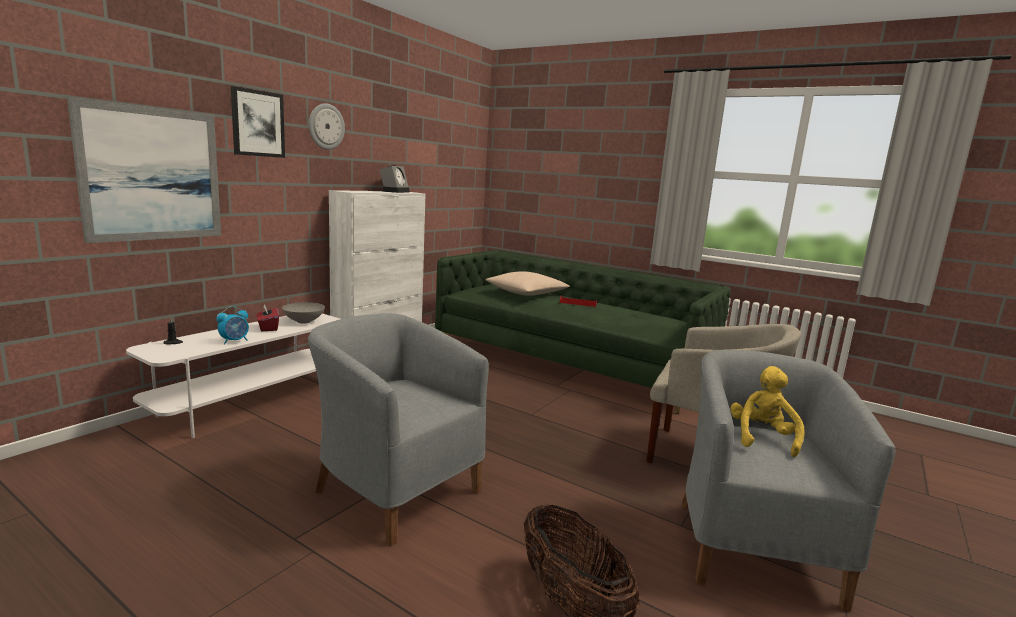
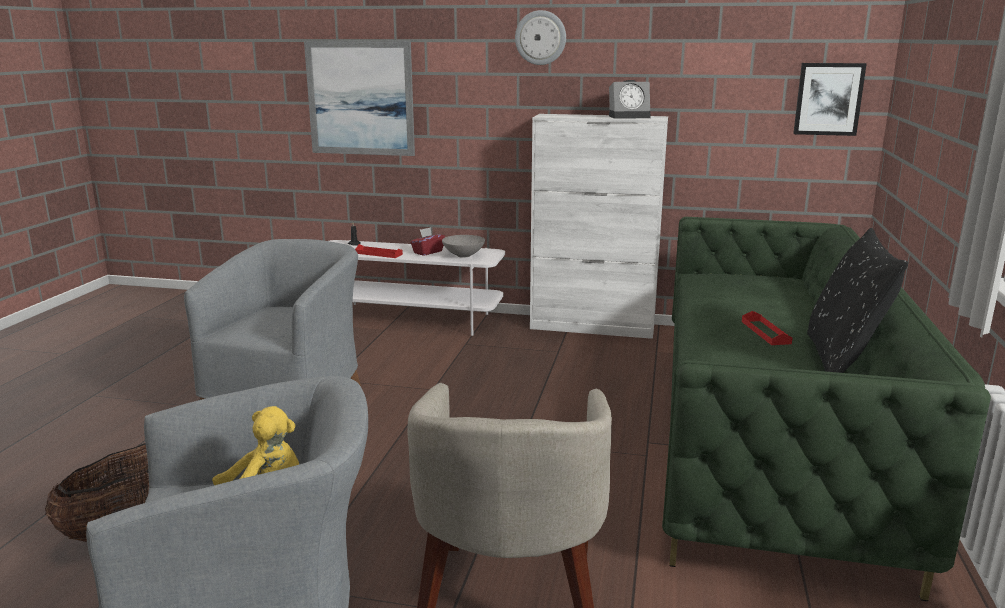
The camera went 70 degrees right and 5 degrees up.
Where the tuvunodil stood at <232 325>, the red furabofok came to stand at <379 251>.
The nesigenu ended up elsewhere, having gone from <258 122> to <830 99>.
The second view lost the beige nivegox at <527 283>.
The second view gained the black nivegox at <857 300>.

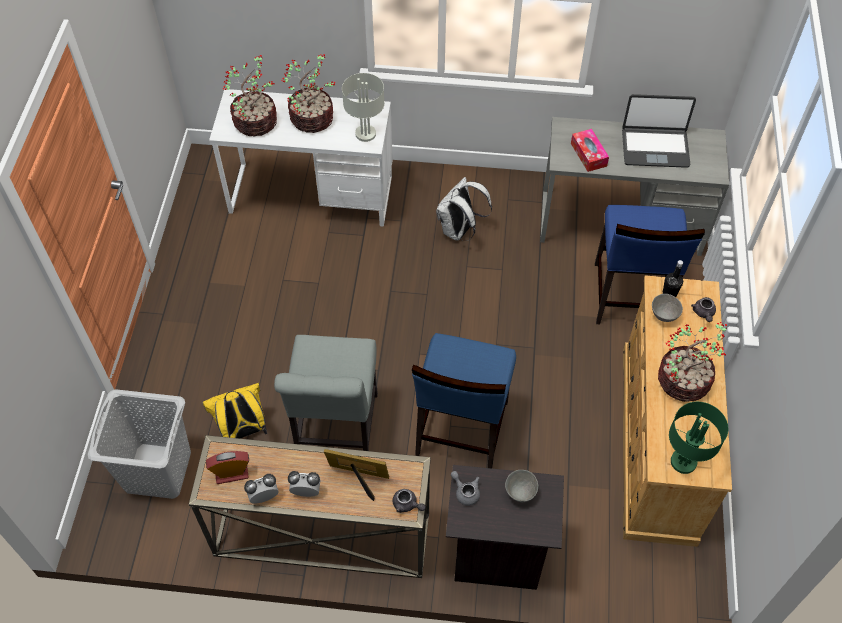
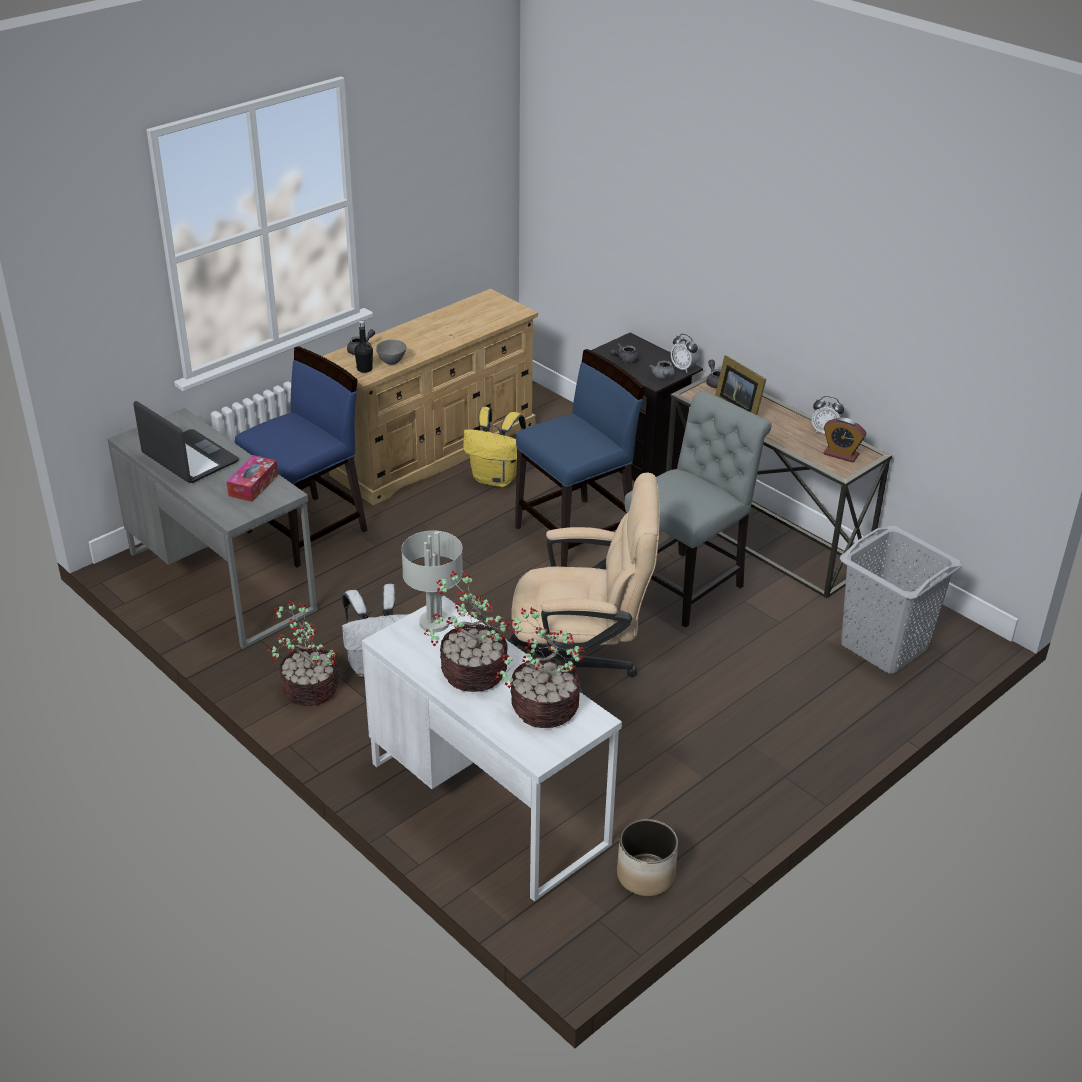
The camera went 140 degrees left and 20 degrees down.
The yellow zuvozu ended up elsewhere, having gone from <234 410> to <494 447>.
The tuvunodil ended up elsewhere, having gone from <304 484> to <685 353>.
Where the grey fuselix stood at <521 486>, the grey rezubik came to stand at <624 353>.
The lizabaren ended up elsewhere, having gone from <692 362> to <303 653>.
The second view lost the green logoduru at <698 438>.
The second view gained the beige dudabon at <584 583>.
The second view gained the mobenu at <647 857>.

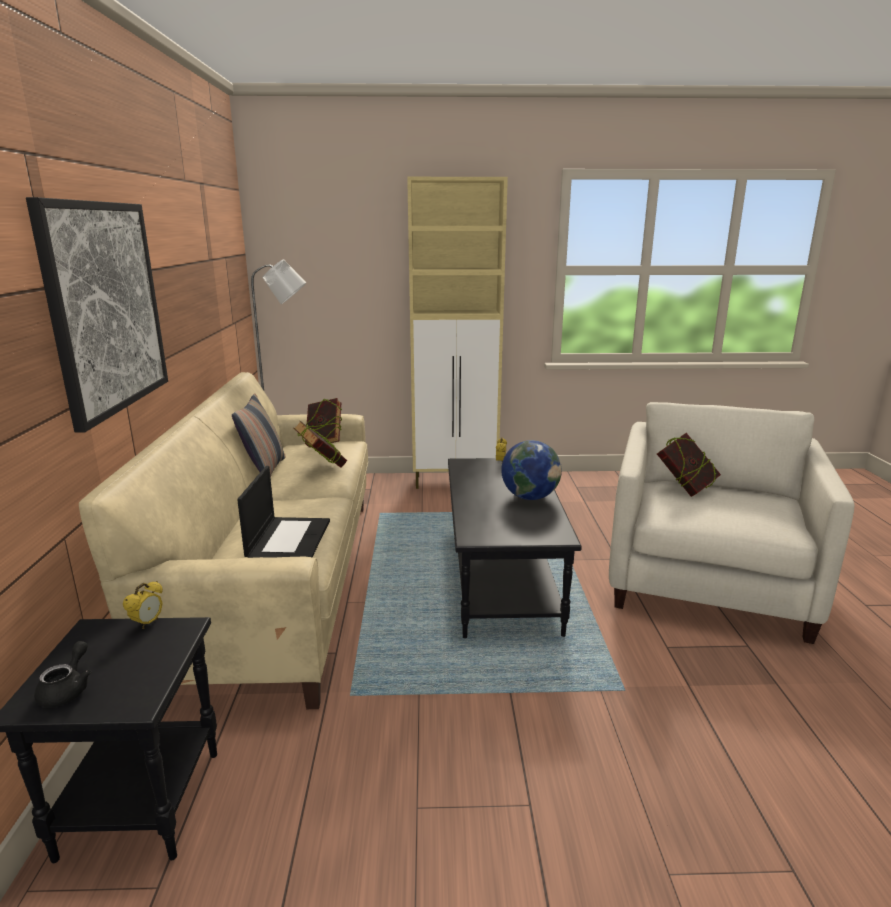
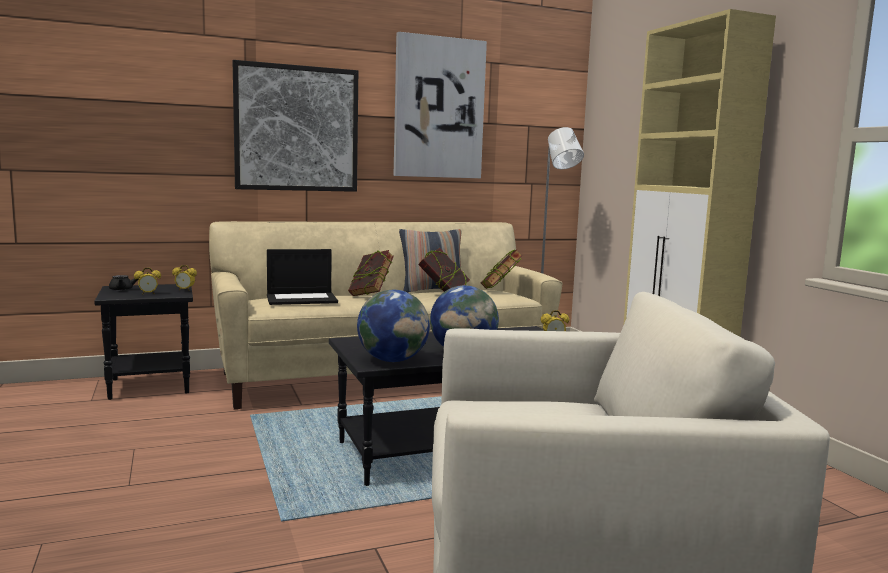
The camera went 70 degrees right and 10 degrees down.
The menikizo ended up elsewhere, having gone from <689 465> to <371 273>.
The second view gained the tuvunodil at <147 281>.
The second view gained the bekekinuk at <393 326>.
The second view gained the nesigenu at <440 105>.

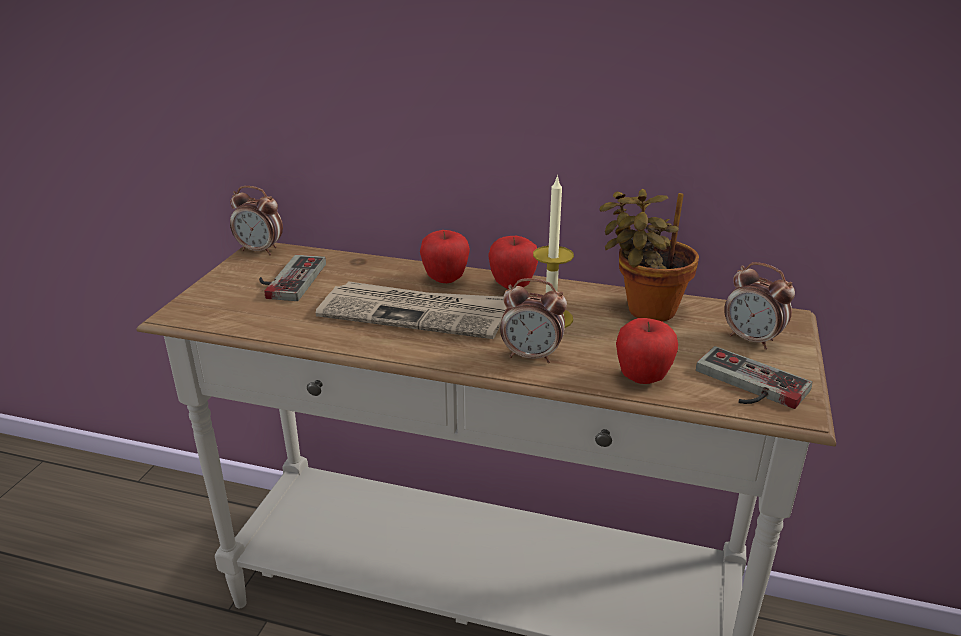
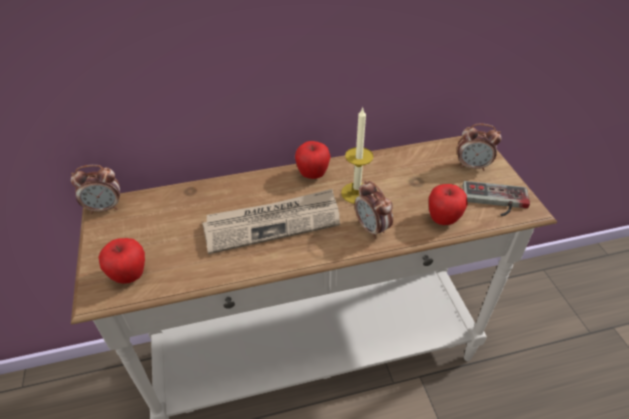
The camera went 30 degrees left and 15 degrees up.
The second view lost the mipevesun at <292 278>.
The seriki ended up elsewhere, having gone from <445 256> to <121 261>.
The tuvunodil at <533 320> ended up facing another way, 75 degrees clockwise from before.
The second view lost the lizabaren at <649 255>.

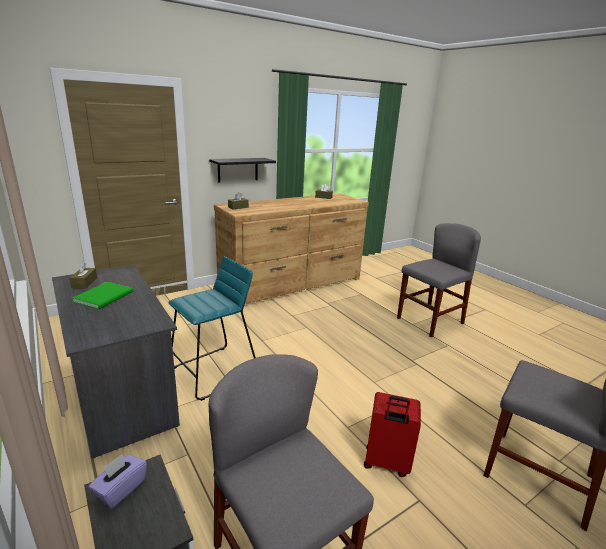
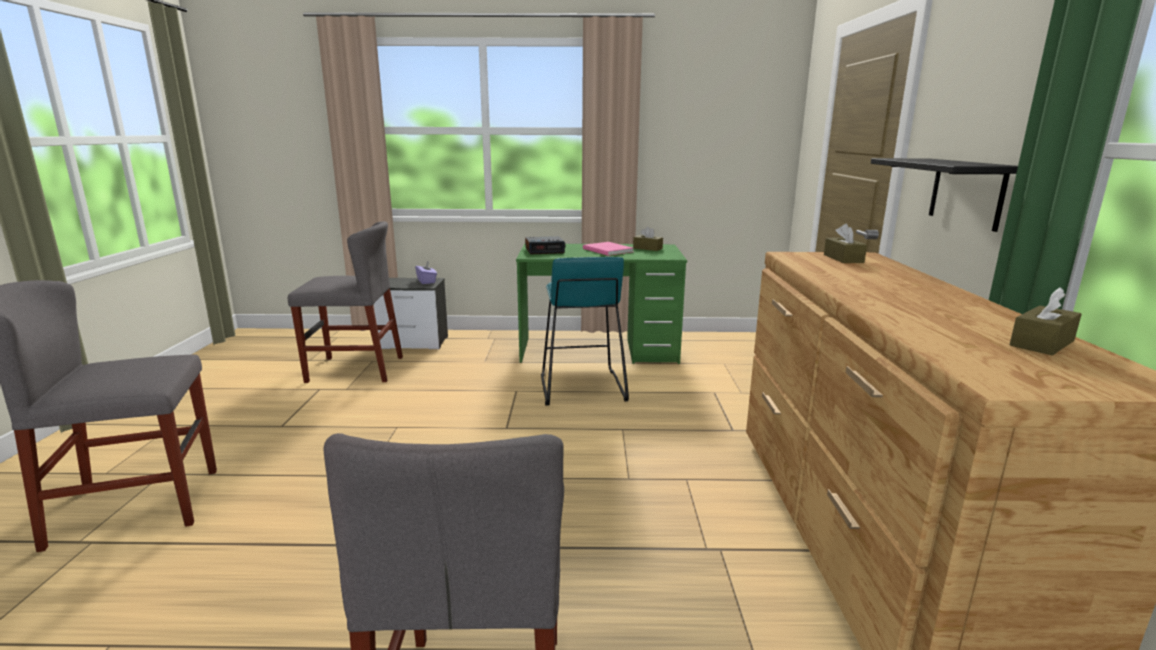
The camera went 125 degrees right and 5 degrees down.
What was the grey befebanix at <116 362> turned into the green befebanix at <601 304>.
What was the green menikizo at <102 295> turned into the pink menikizo at <608 249>.
The second view lost the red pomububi at <392 434>.
The second view gained the tuvunodil at <545 245>.

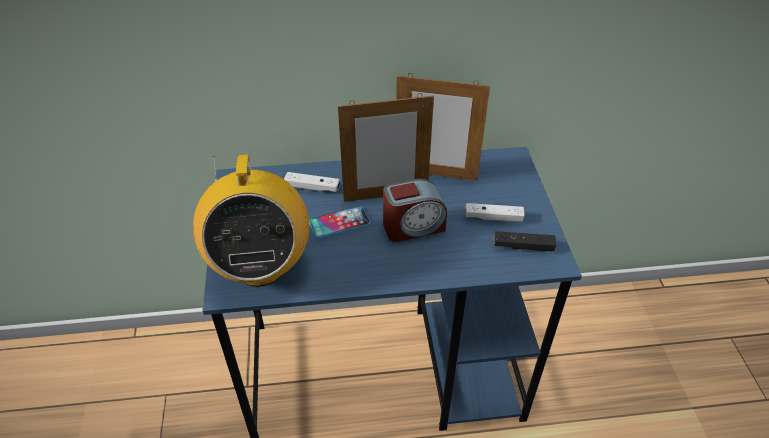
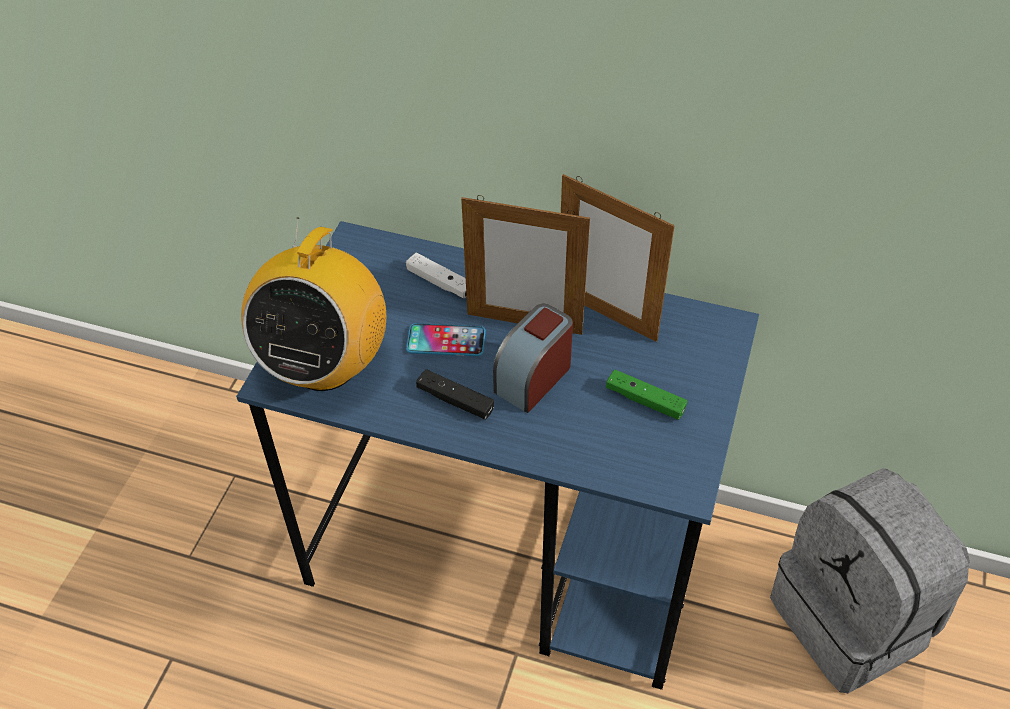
The camera went 25 degrees right and 5 degrees up.
The tuvunodil at <415 210> ended up facing another way, 120 degrees clockwise from before.
What was the white mipevesun at <495 212> turned into the green mipevesun at <646 395>.
The black mipevesun ended up elsewhere, having gone from <525 241> to <455 394>.
The second view gained the grey zuvozu at <870 580>.

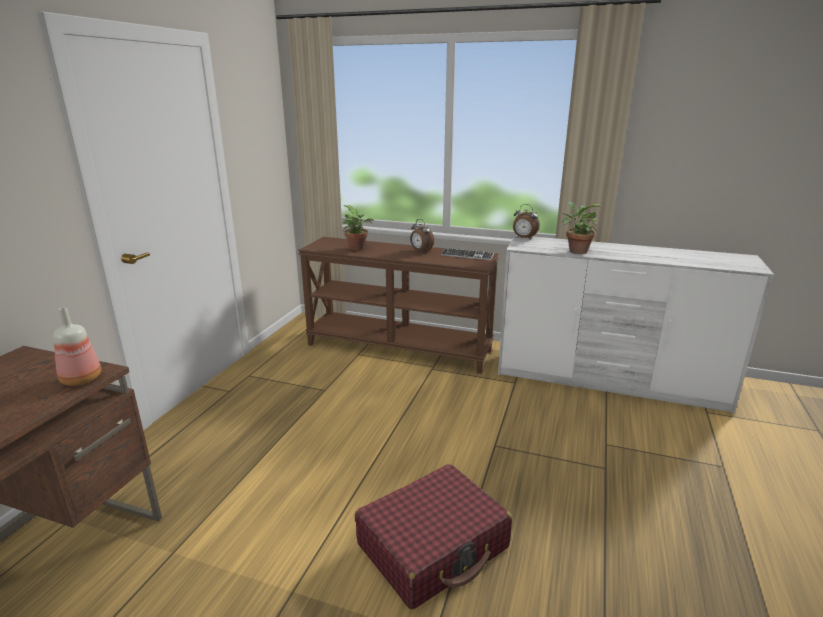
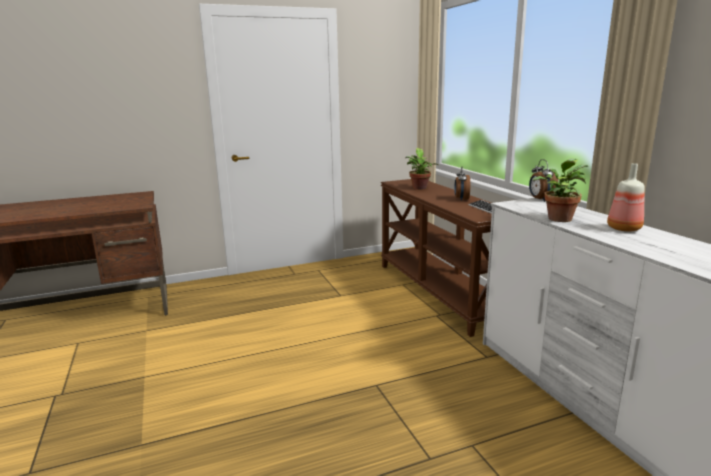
The camera went 50 degrees right and 5 degrees down.
The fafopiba ended up elsewhere, having gone from <77 346> to <626 197>.
The second view lost the red pomububi at <433 537>.

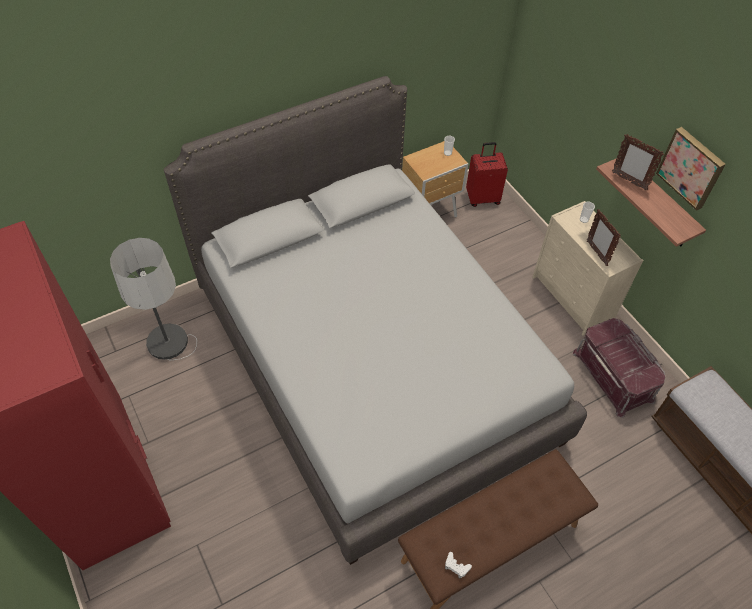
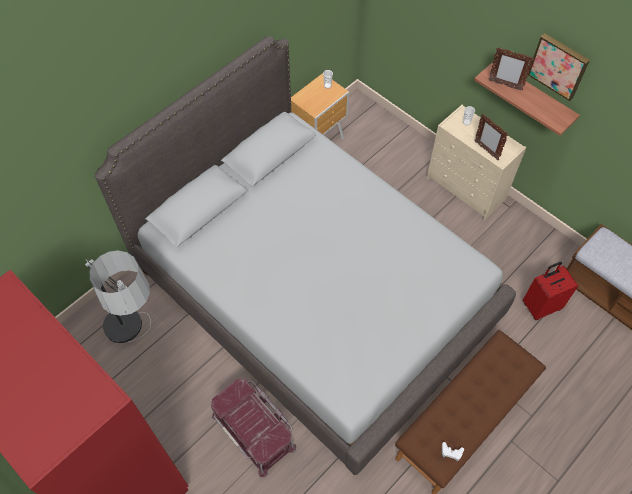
The camera went 15 degrees left and 5 degrees up.
The red pomububi ended up elsewhere, having gone from <487 174> to <550 291>.
The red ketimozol ended up elsewhere, having gone from <619 368> to <253 428>.

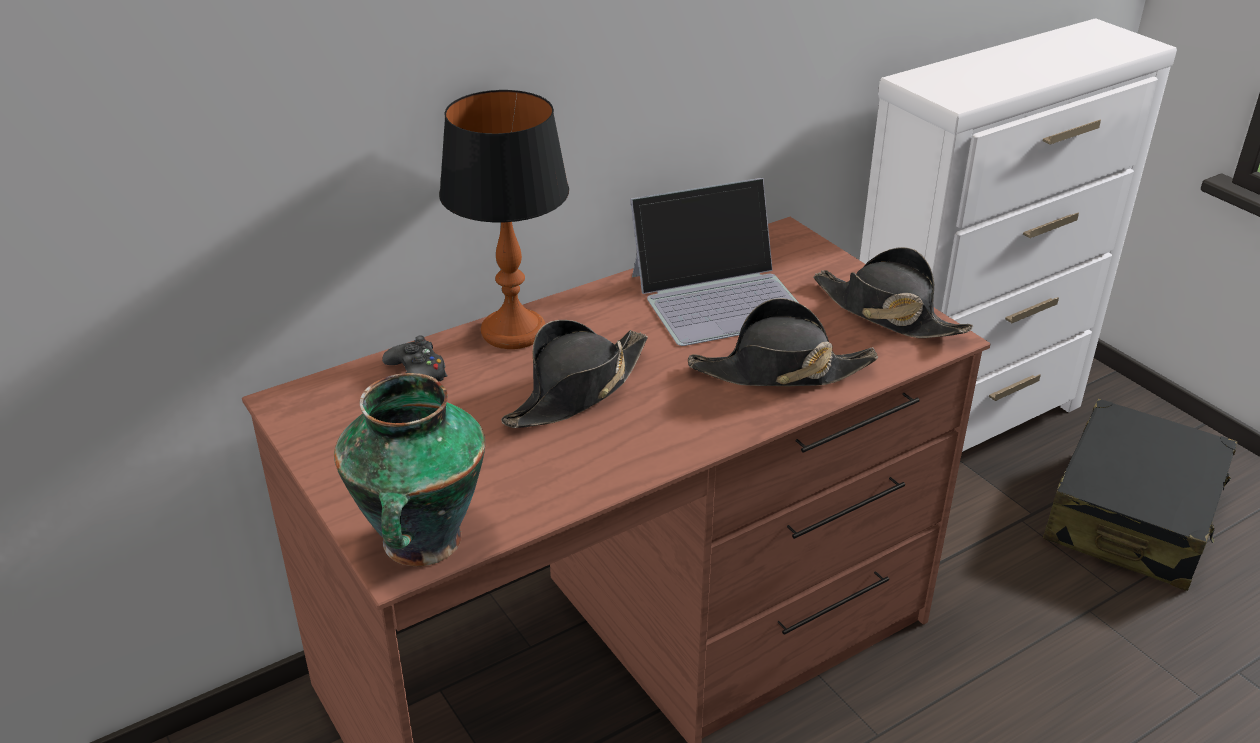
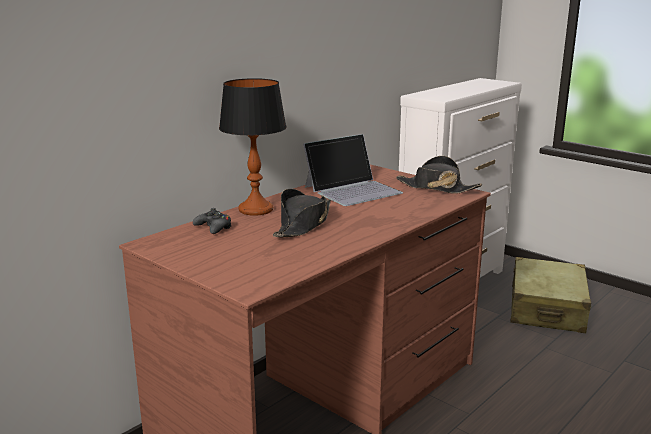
The camera went 15 degrees left and 15 degrees down.
The second view lost the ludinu at <409 469>.
The second view lost the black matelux at <783 342>.
What was the black pomububi at <1140 495> turned into the beige pomububi at <550 295>.

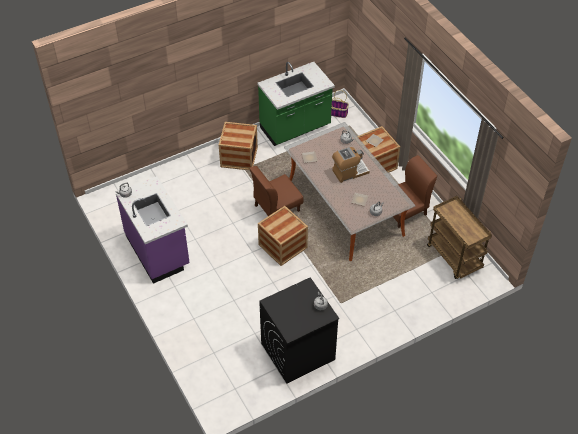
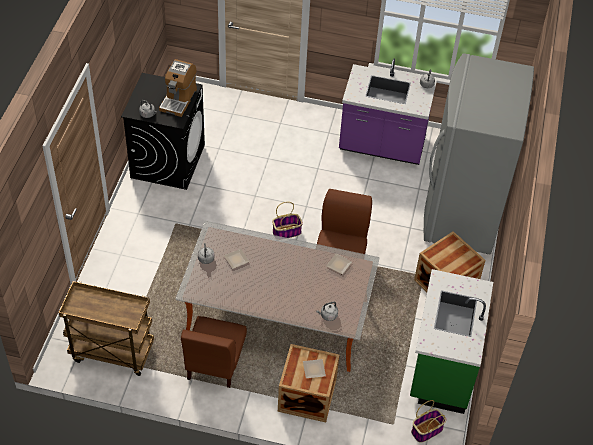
The camera went 130 degrees right and 0 degrees up.
Where the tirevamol stood at <283 236>, the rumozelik came to stand at <287 220>.
The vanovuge ended up elsewhere, having gone from <351 165> to <178 88>.
The second view gained the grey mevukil at <479 153>.

